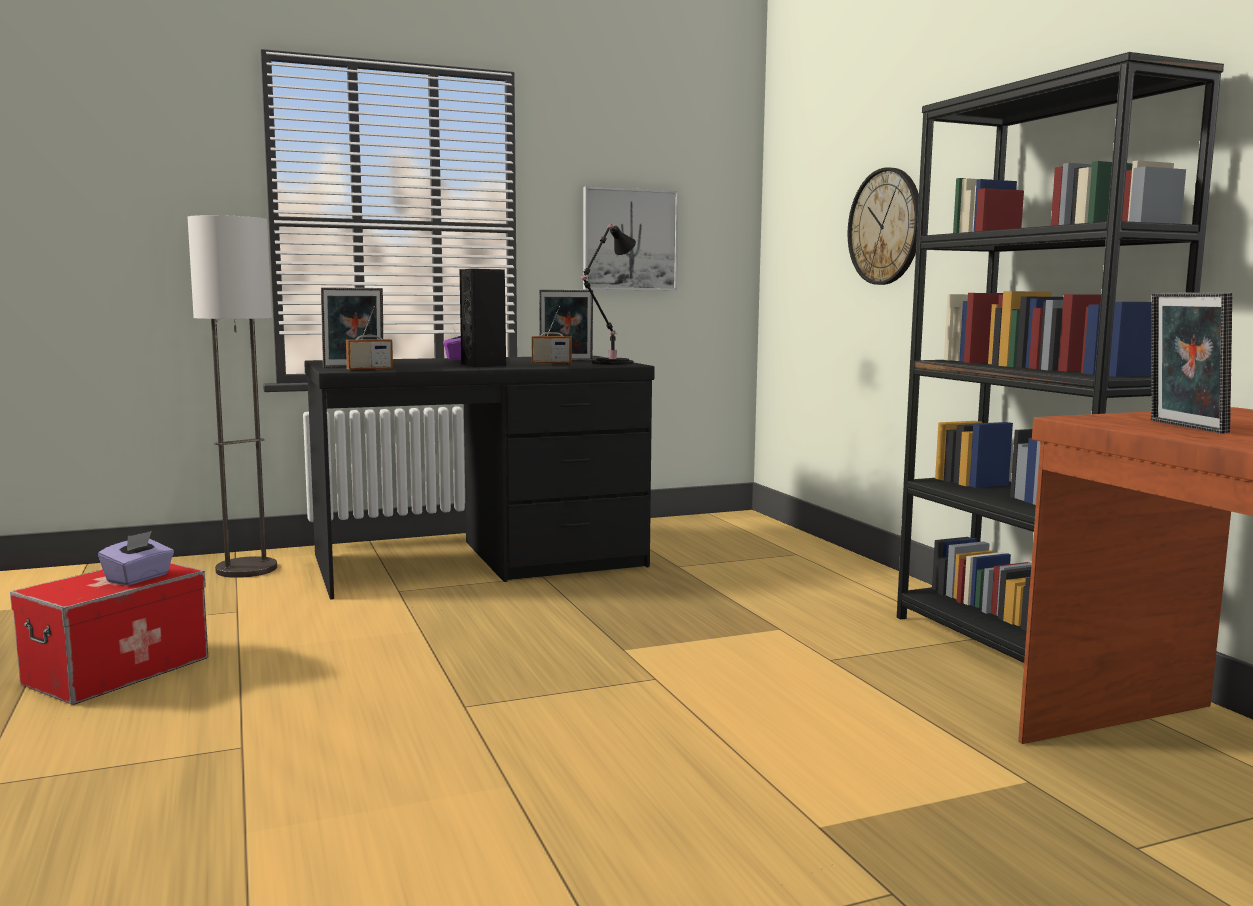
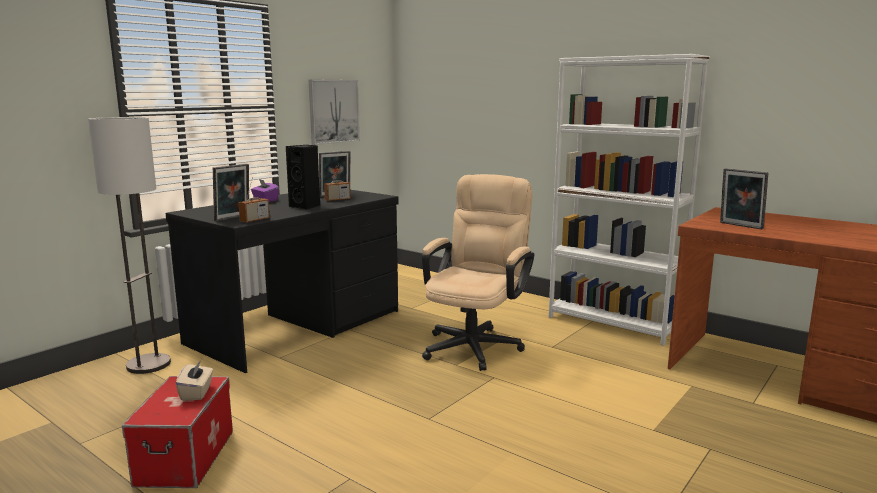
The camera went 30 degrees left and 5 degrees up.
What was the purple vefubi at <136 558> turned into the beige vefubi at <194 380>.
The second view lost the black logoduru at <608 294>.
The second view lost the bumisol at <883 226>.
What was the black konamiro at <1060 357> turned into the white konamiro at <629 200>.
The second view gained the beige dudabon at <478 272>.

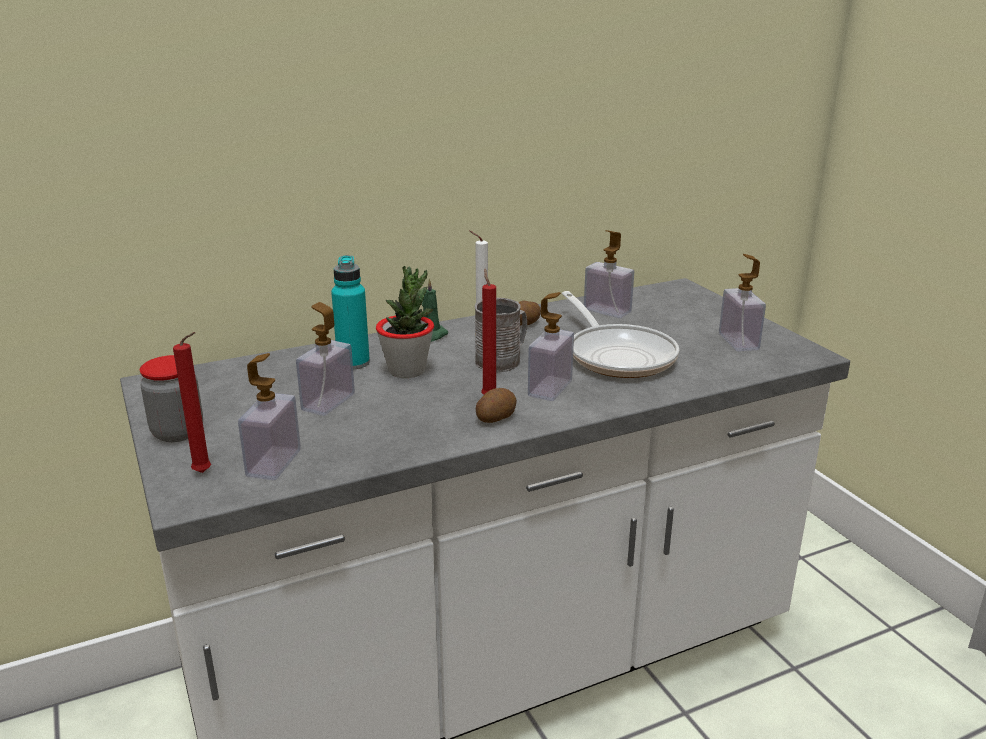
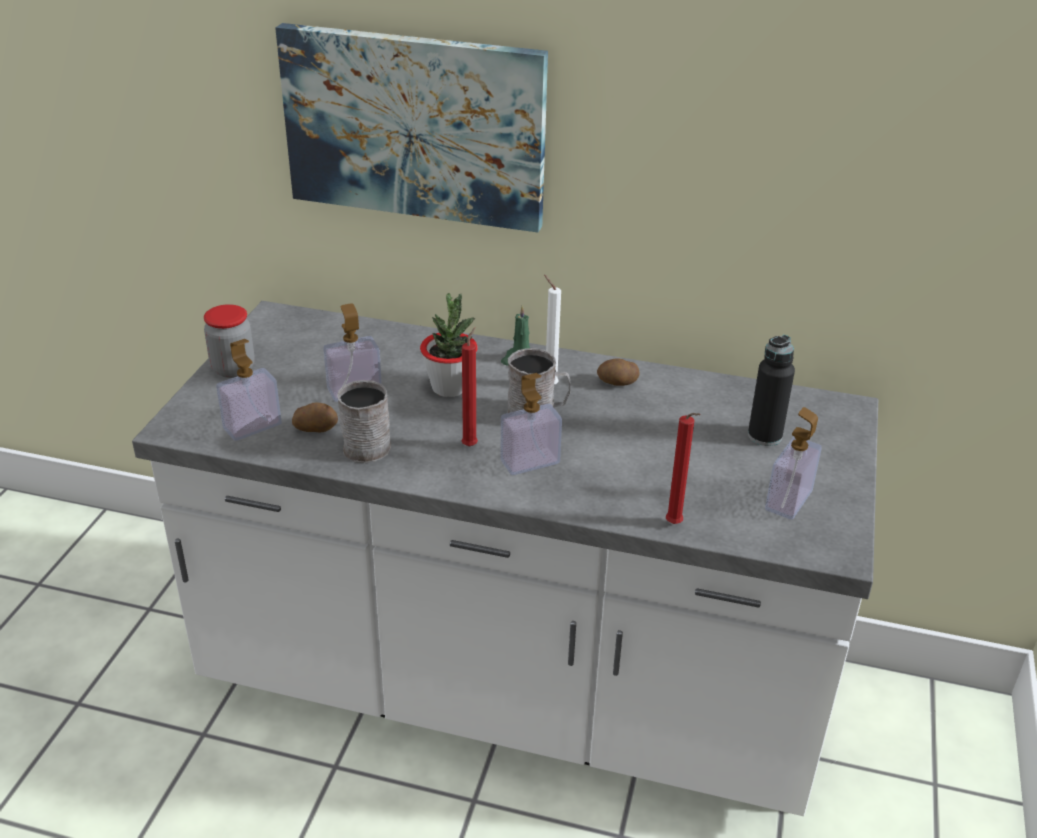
The camera went 40 degrees right and 10 degrees up.
The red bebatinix ended up elsewhere, having gone from <192 402> to <683 468>.
The second view lost the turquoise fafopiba at <350 312>.
The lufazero ended up elsewhere, having gone from <496 405> to <315 417>.
The second view lost the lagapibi at <620 334>.
The second view lost the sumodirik at <609 274>.
The second view gained the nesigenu at <411 127>.
The second view gained the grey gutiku at <364 421>.
The second view gained the black fafopiba at <771 390>.

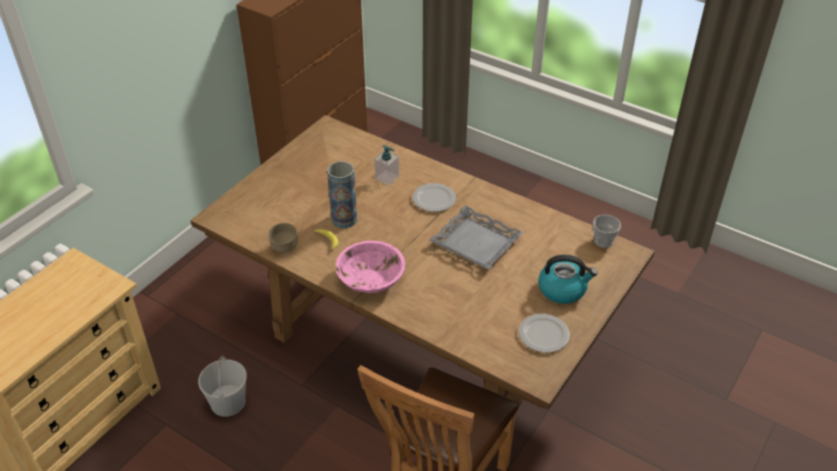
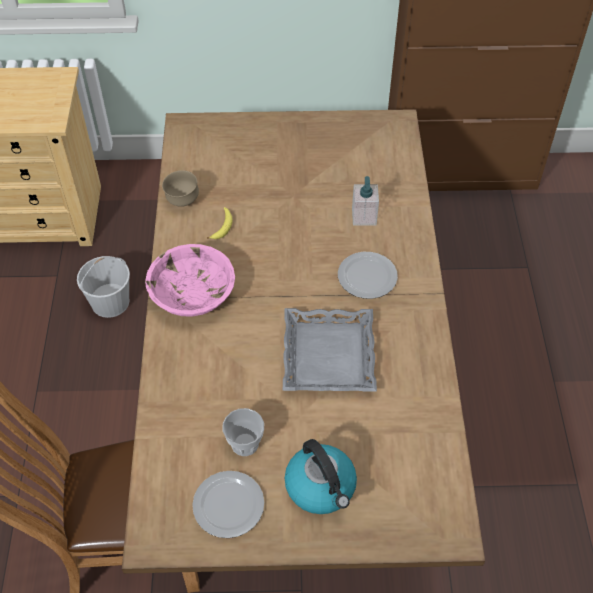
The camera went 55 degrees right and 10 degrees up.
The second view lost the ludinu at <342 194>.
The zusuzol ended up elsewhere, having gone from <607 231> to <243 432>.

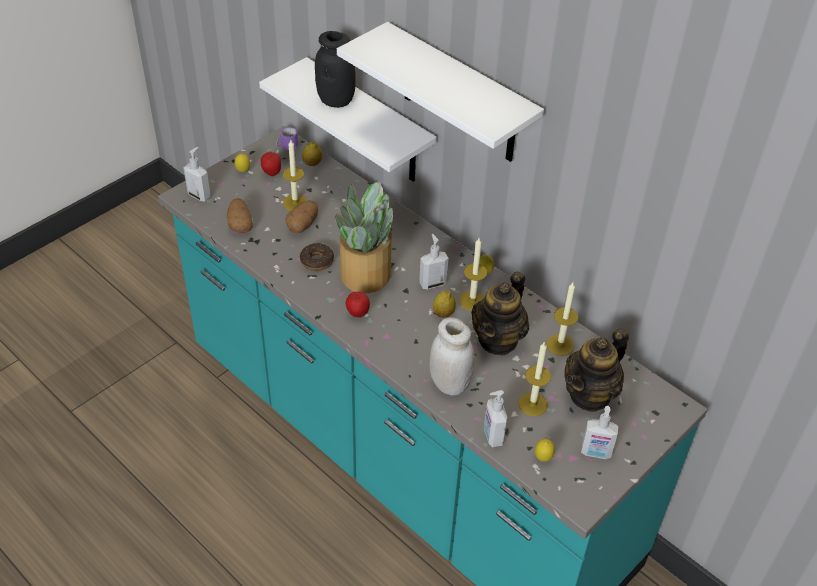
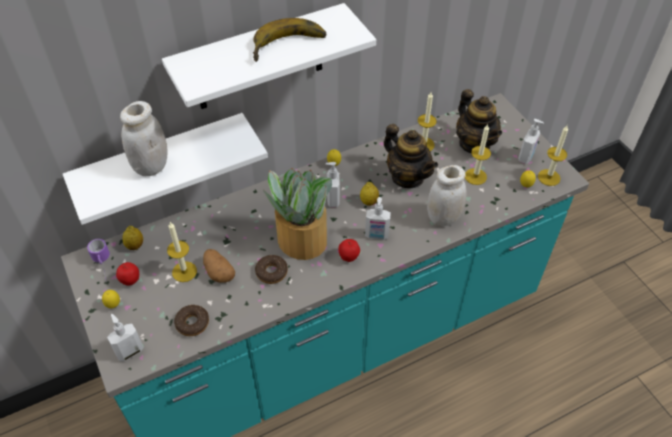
The camera went 70 degrees left and 5 degrees up.
Where the lufazero stood at <240 215>, the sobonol came to stand at <191 320>.
What was the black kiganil at <335 69> turned into the white kiganil at <144 138>.
The bebatinix ended up elsewhere, having gone from <473 274> to <553 156>.
The sumodirik ended up elsewhere, having gone from <496 418> to <378 218>.
The second view gained the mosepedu at <290 40>.

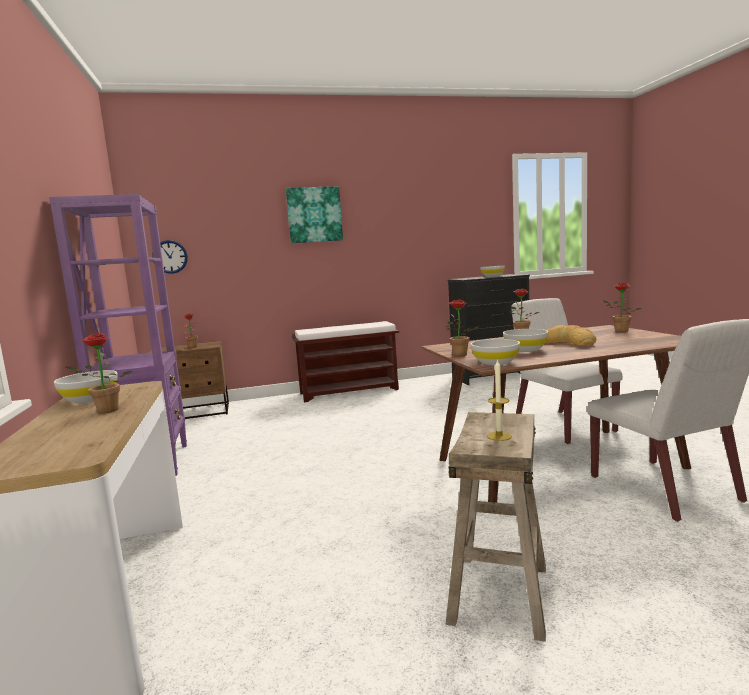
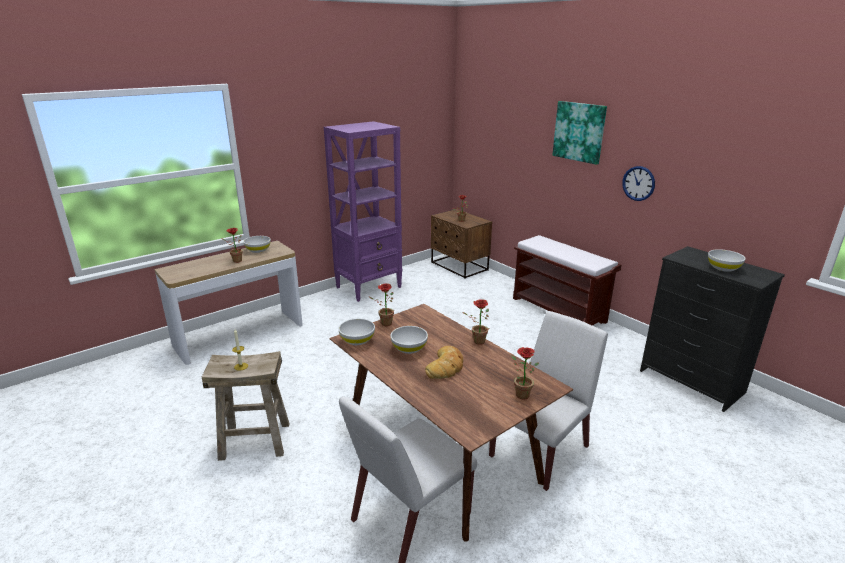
The camera went 65 degrees right and 15 degrees up.
The bumisol ended up elsewhere, having gone from <170 257> to <638 183>.

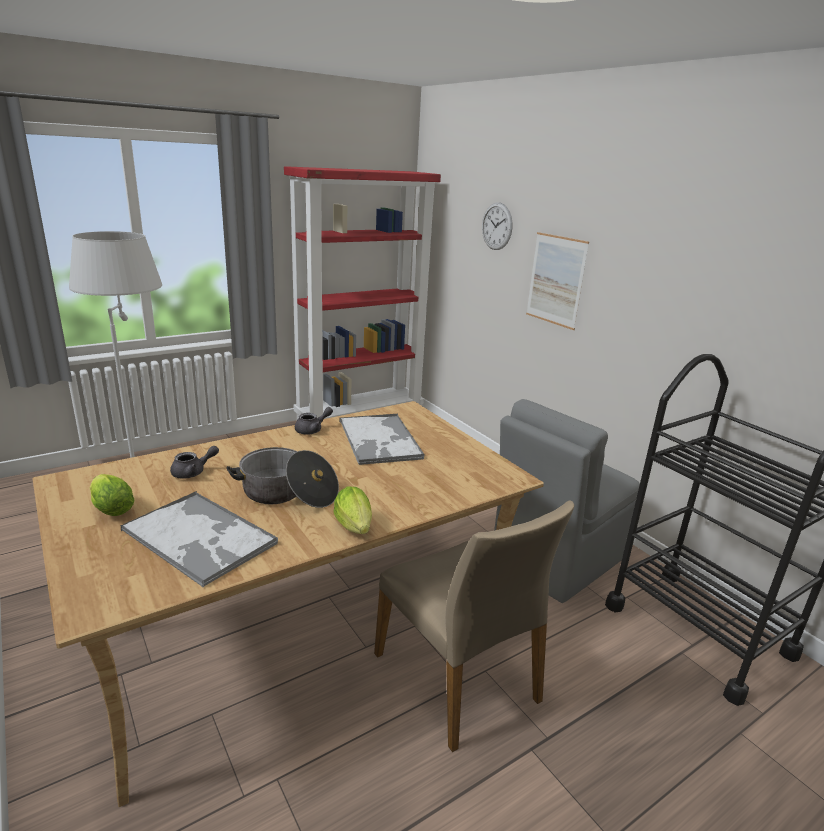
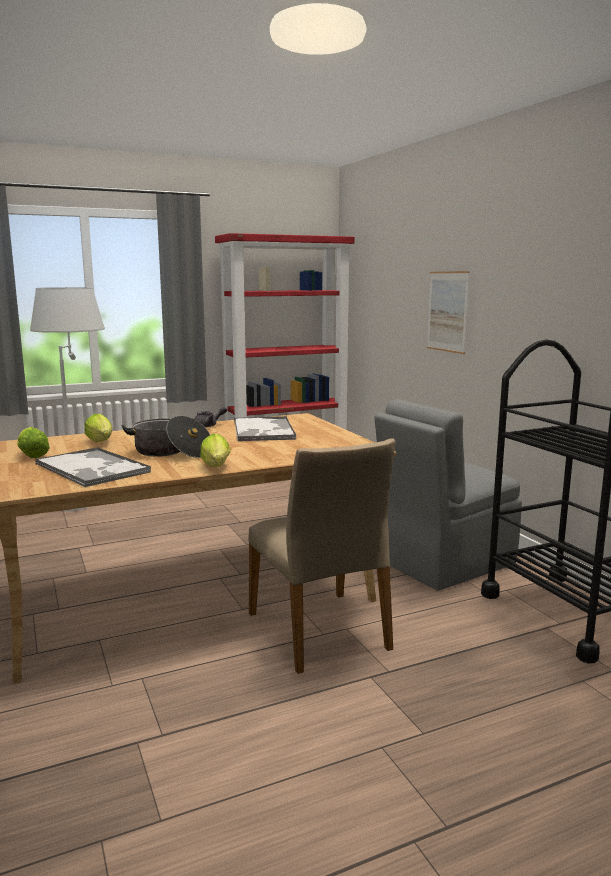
The camera went 10 degrees right and 10 degrees down.
Where the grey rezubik stood at <194 462>, the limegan came to stand at <99 428>.
The second view lost the bumisol at <497 226>.

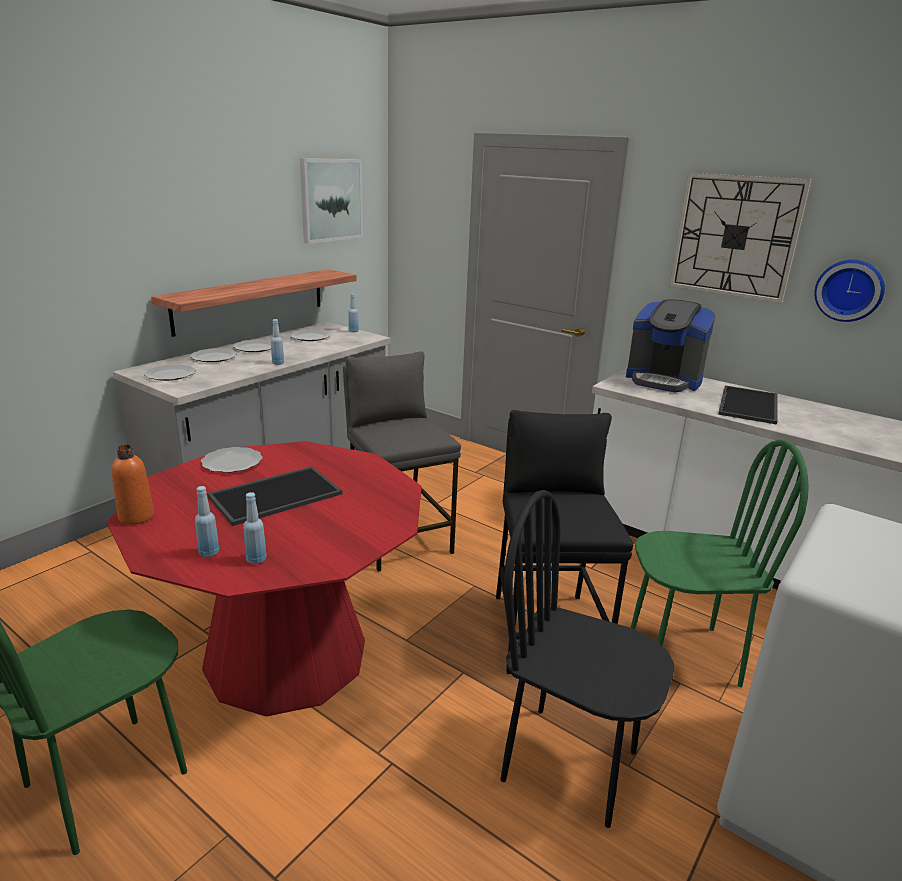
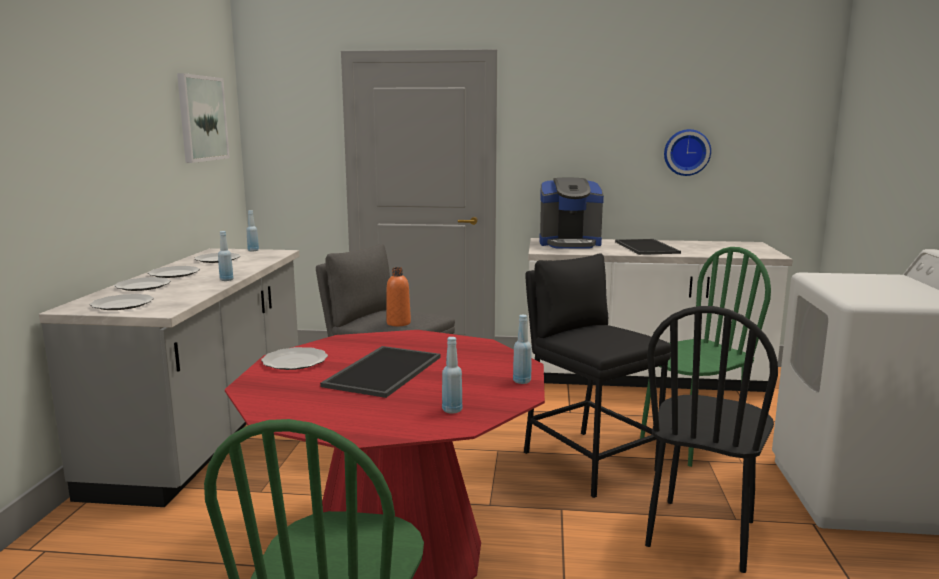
The camera went 30 degrees left and 10 degrees down.
The orange fafopiba ended up elsewhere, having gone from <132 485> to <398 296>.
The second view lost the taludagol at <254 303>.
The blue fafopiba ended up elsewhere, having gone from <207 521> to <522 349>.
The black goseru at <587 659> ended up facing another way, 60 degrees counterclockwise from before.
The second view lost the bumisol at <740 238>.

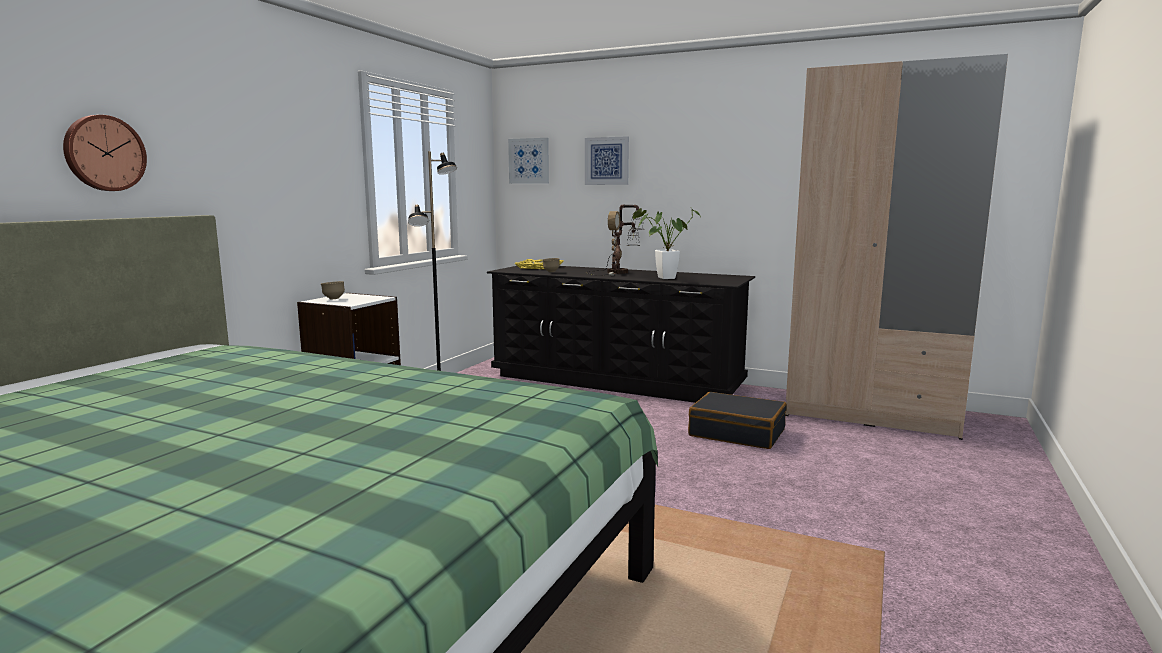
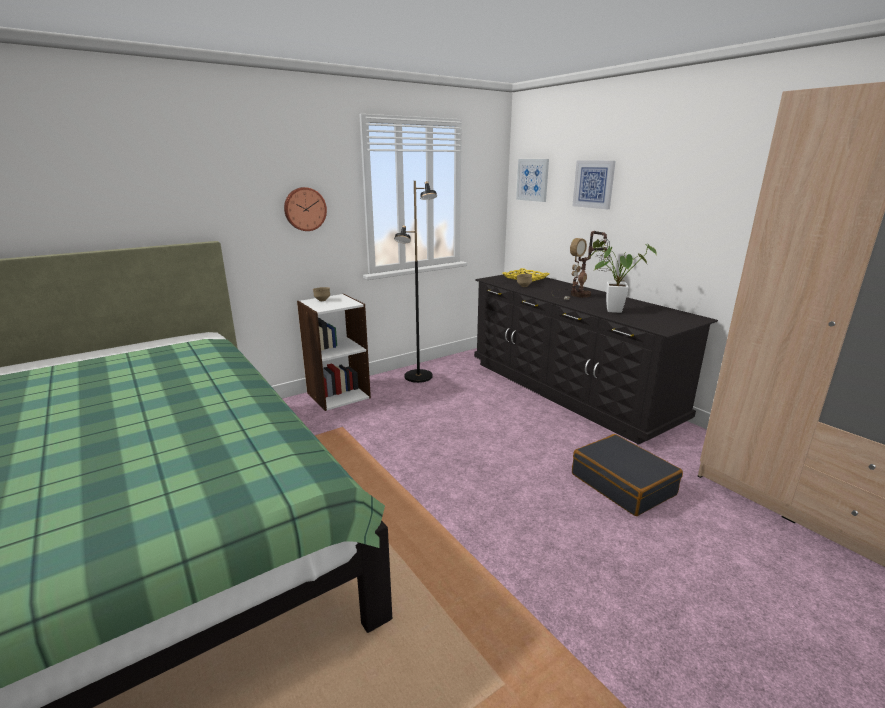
The camera went 30 degrees right and 10 degrees up.
The bumisol ended up elsewhere, having gone from <105 153> to <305 209>.

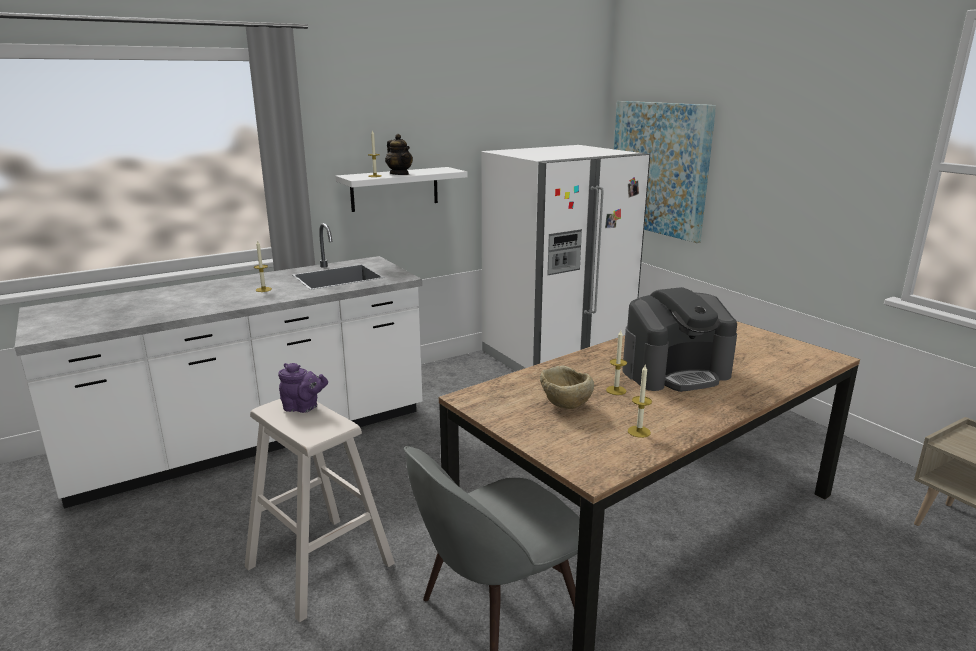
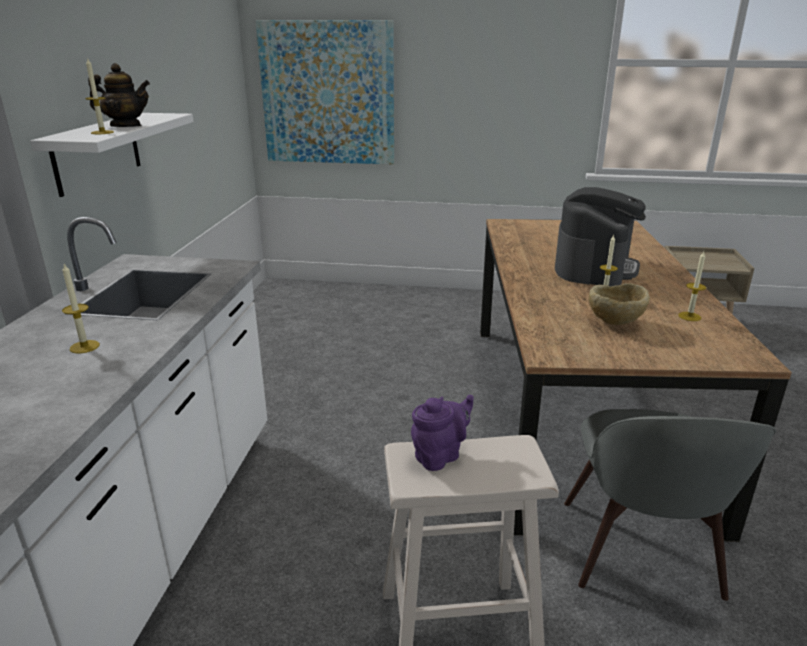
The camera went 50 degrees left and 5 degrees up.
The second view lost the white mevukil at <566 258>.

